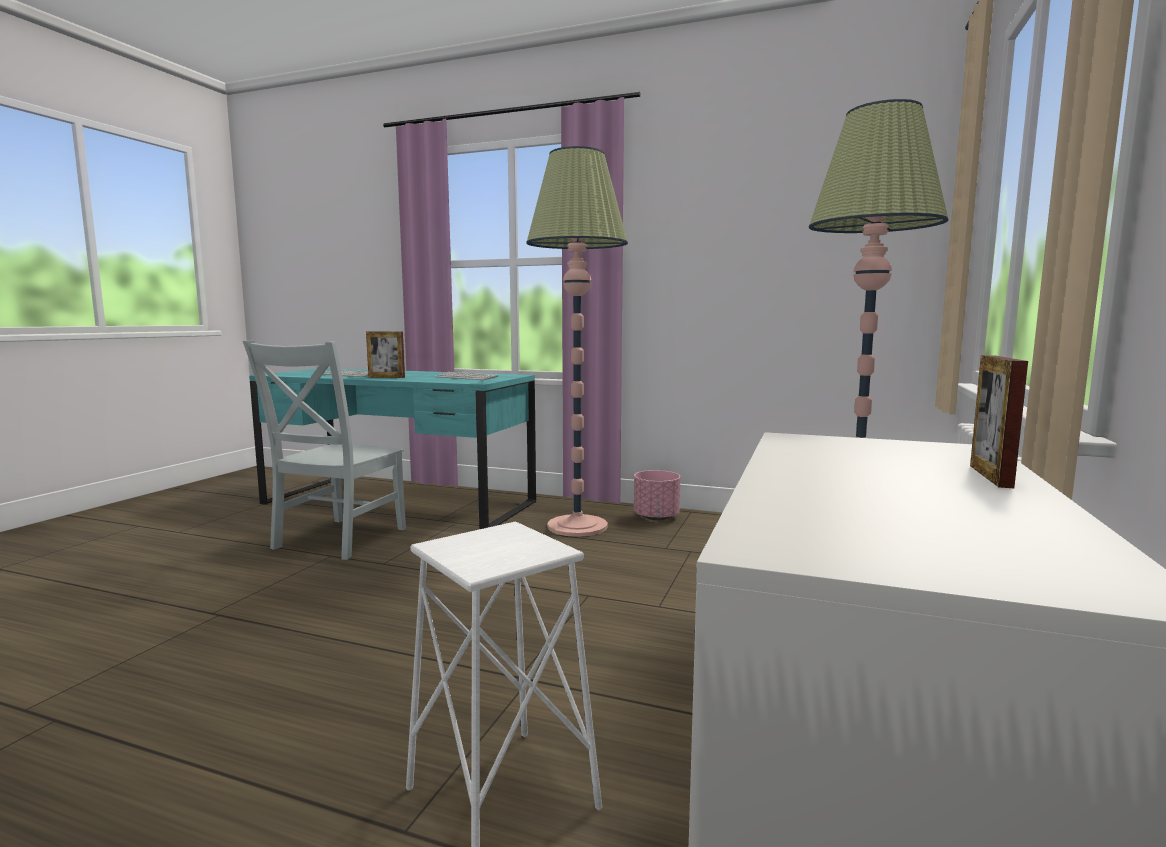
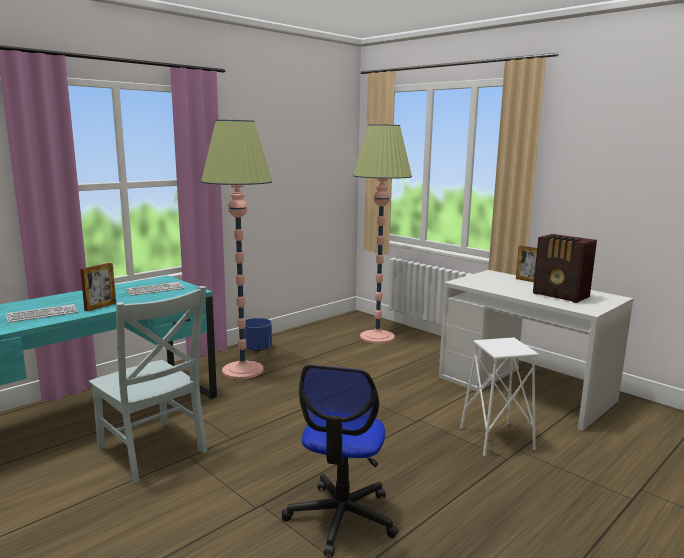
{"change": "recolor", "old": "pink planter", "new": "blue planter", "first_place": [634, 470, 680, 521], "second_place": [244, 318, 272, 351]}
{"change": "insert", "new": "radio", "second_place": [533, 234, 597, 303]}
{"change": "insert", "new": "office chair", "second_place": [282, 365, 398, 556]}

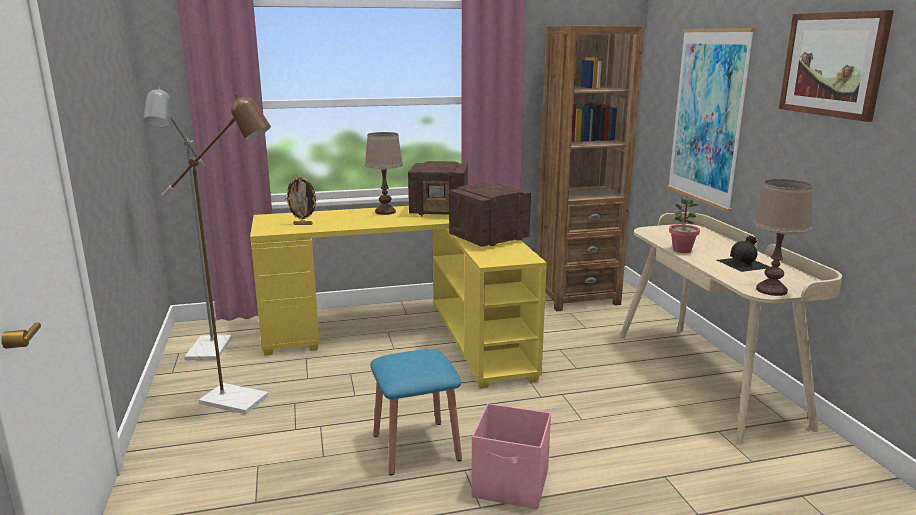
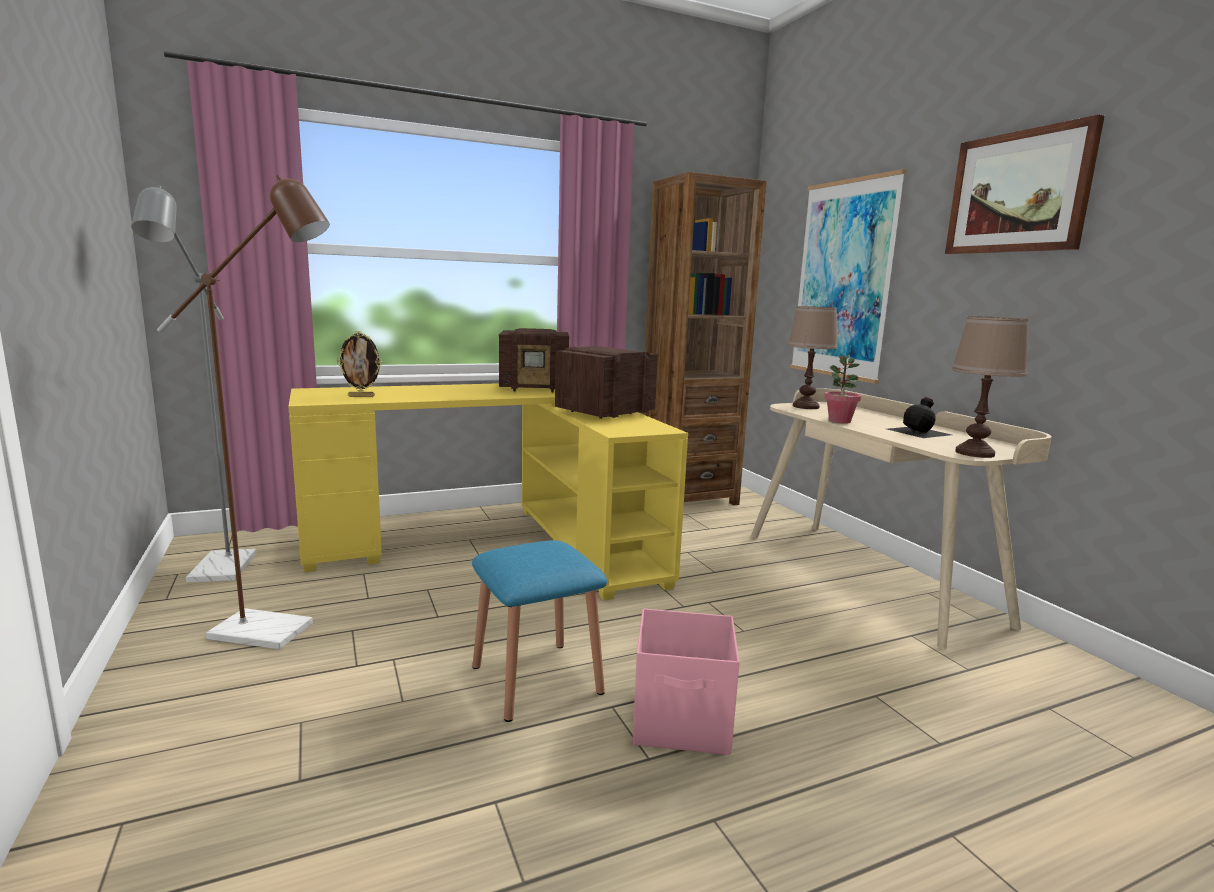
{"change": "move", "old": "brown table lamp", "first_place": [365, 132, 403, 215], "second_place": [787, 306, 838, 409]}

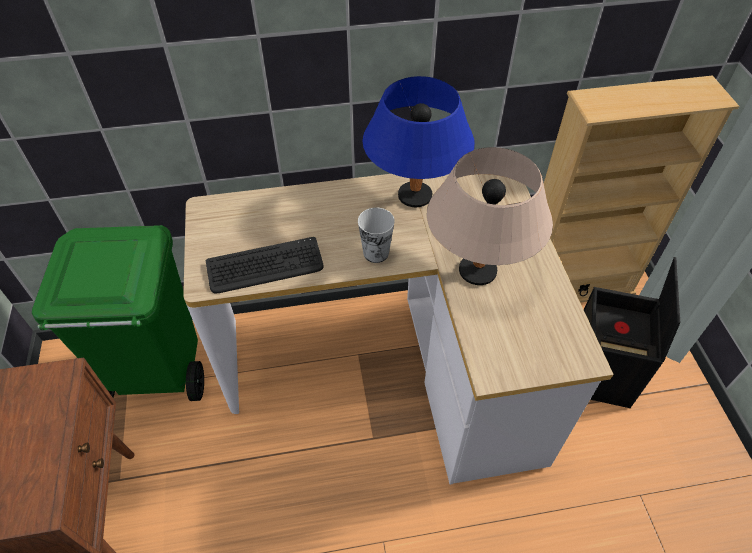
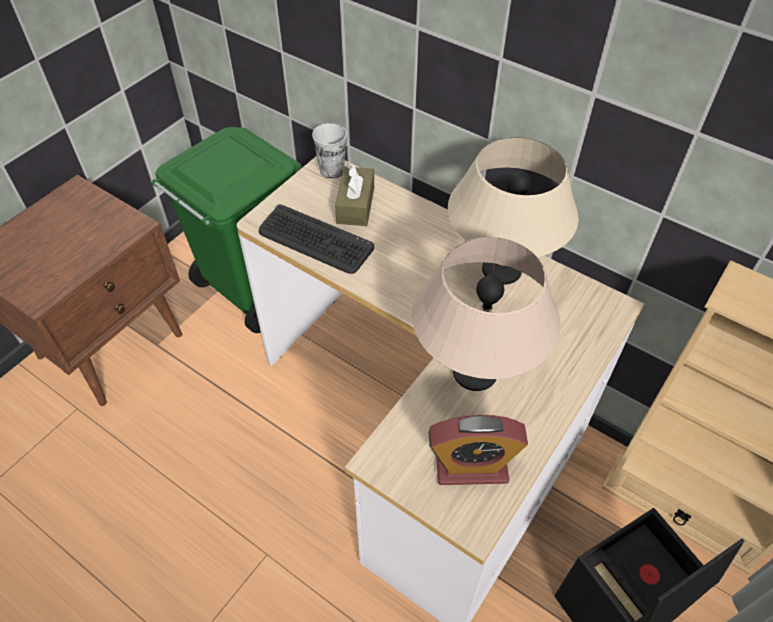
{"change": "recolor", "old": "blue table lamp", "new": "beige table lamp", "first_place": [362, 76, 475, 207], "second_place": [448, 137, 579, 285]}
{"change": "move", "old": "cup", "first_place": [358, 208, 395, 263], "second_place": [312, 123, 347, 179]}
{"change": "insert", "new": "brown tissue box", "second_place": [335, 164, 374, 226]}
{"change": "insert", "new": "alarm clock", "second_place": [429, 415, 528, 485]}

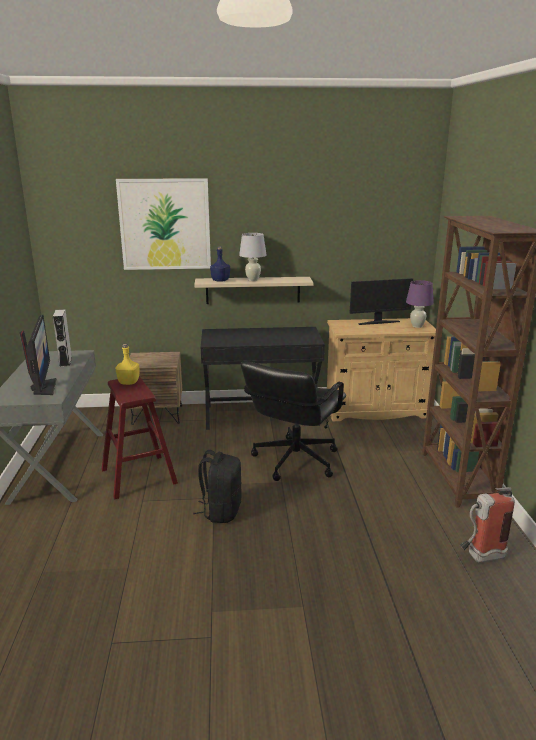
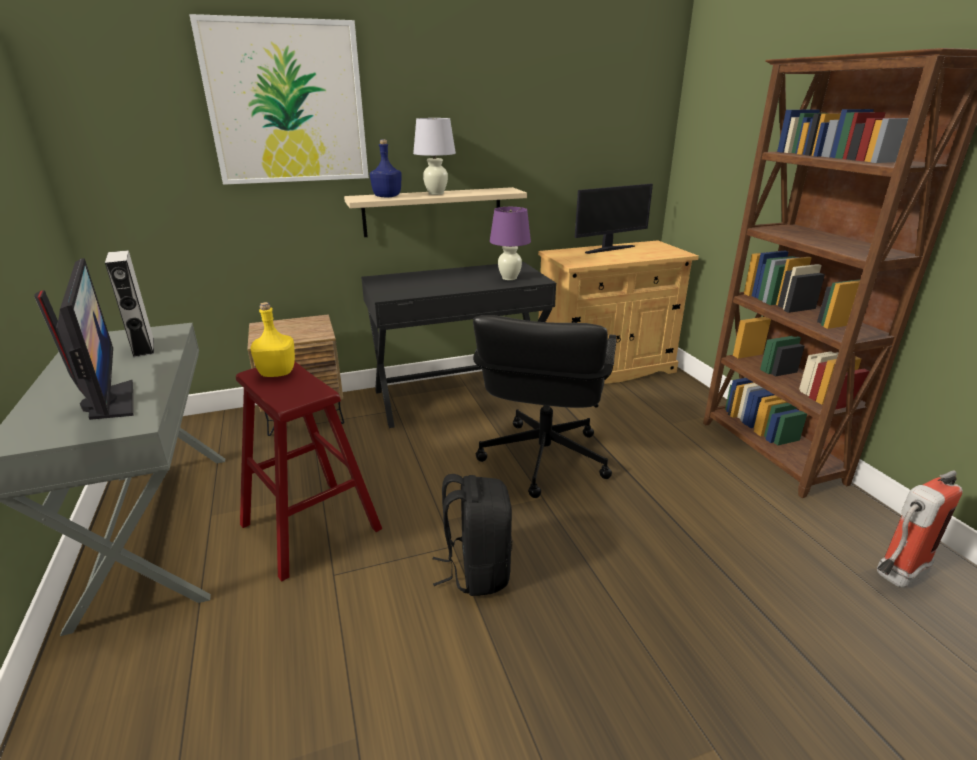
{"change": "move", "old": "purple table lamp", "first_place": [406, 280, 434, 328], "second_place": [490, 207, 531, 280]}

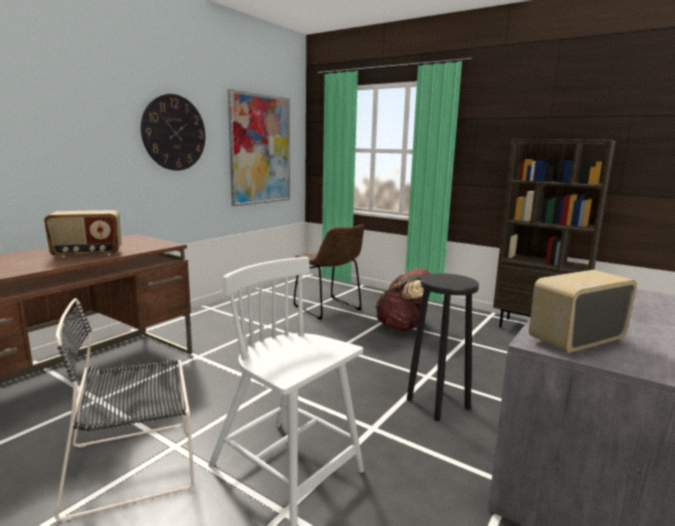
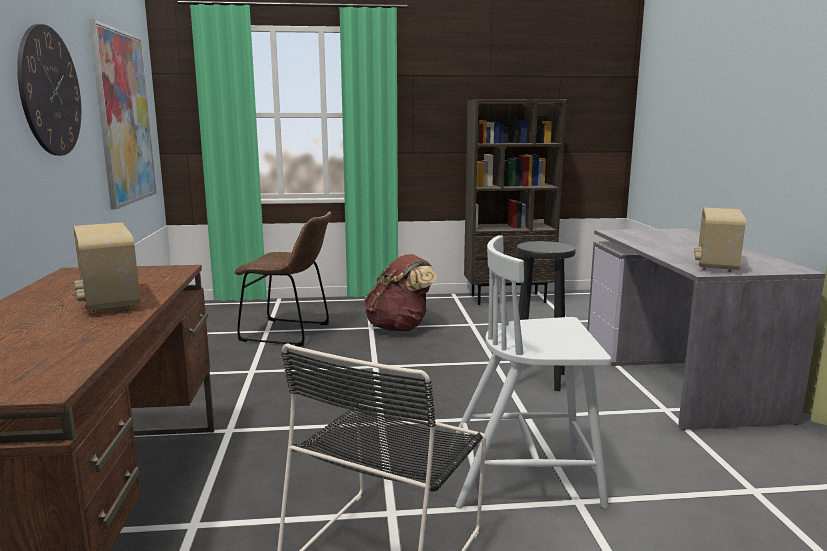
{"change": "rotate", "old": "radio", "first_place": [44, 210, 122, 258], "second_place": [73, 222, 140, 313], "degrees": 120}

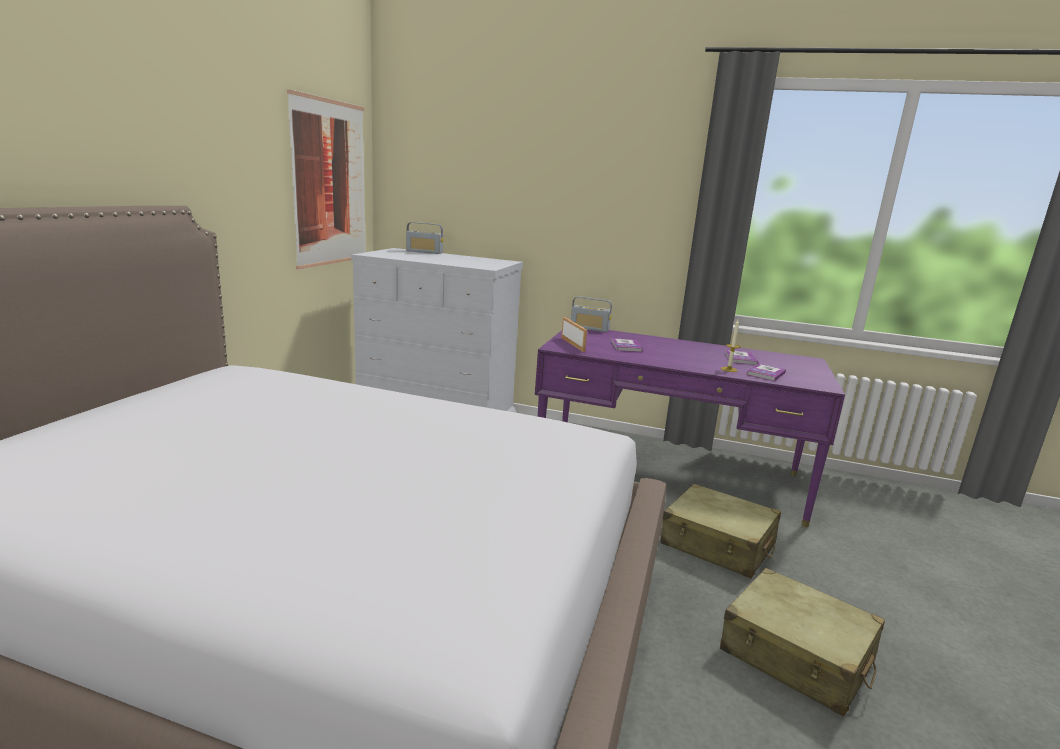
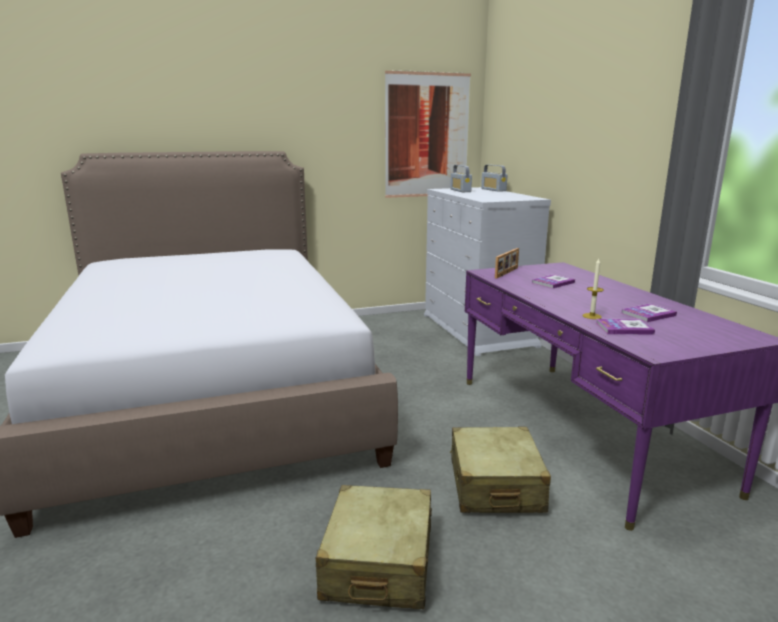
{"change": "move", "old": "radio", "first_place": [571, 296, 612, 332], "second_place": [450, 165, 472, 192]}

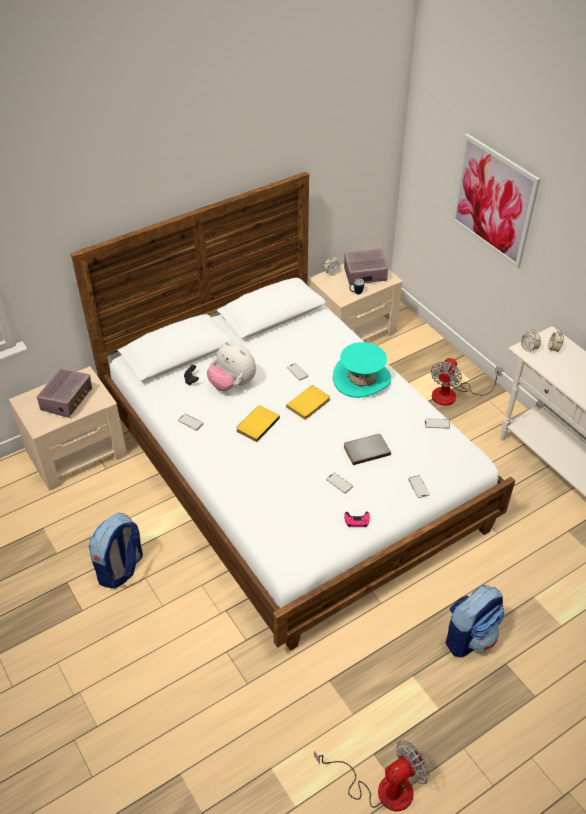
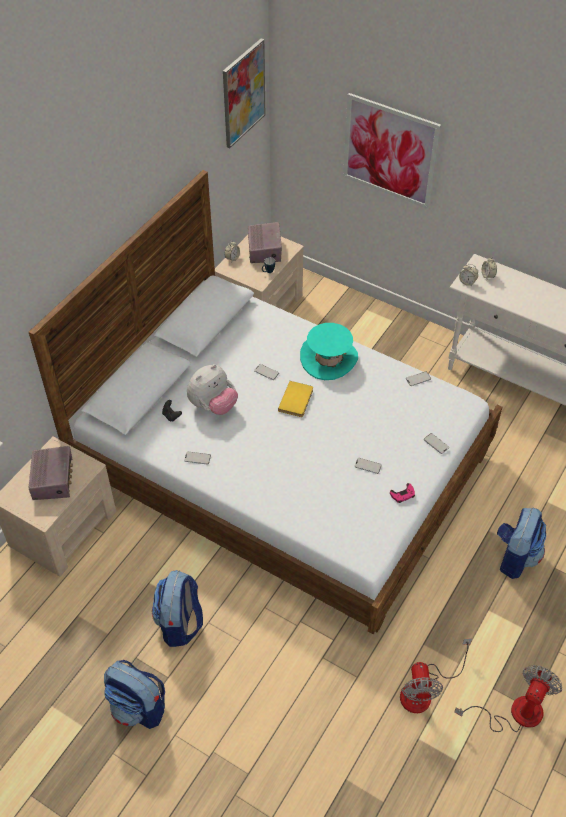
{"change": "rotate", "old": "radio", "first_place": [344, 248, 388, 285], "second_place": [248, 222, 282, 263], "degrees": 120}
{"change": "rotate", "old": "plush toy", "first_place": [207, 341, 256, 391], "second_place": [187, 364, 238, 415], "degrees": -60}
{"change": "move", "old": "fan", "first_place": [430, 358, 502, 405], "second_place": [400, 638, 472, 713]}
{"change": "delete", "old": "yellow book", "first_place": [236, 405, 280, 442]}
{"change": "delete", "old": "grey book", "first_place": [344, 434, 391, 465]}
{"change": "insert", "new": "picture", "second_place": [223, 38, 265, 148]}
{"change": "insert", "new": "backpack", "second_place": [104, 660, 165, 729]}

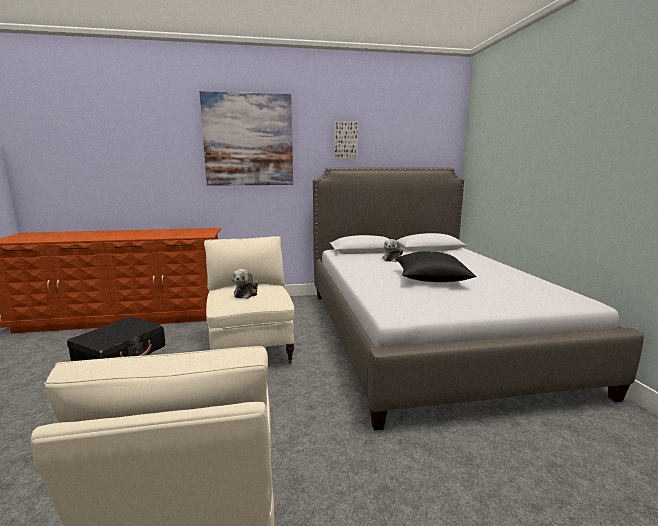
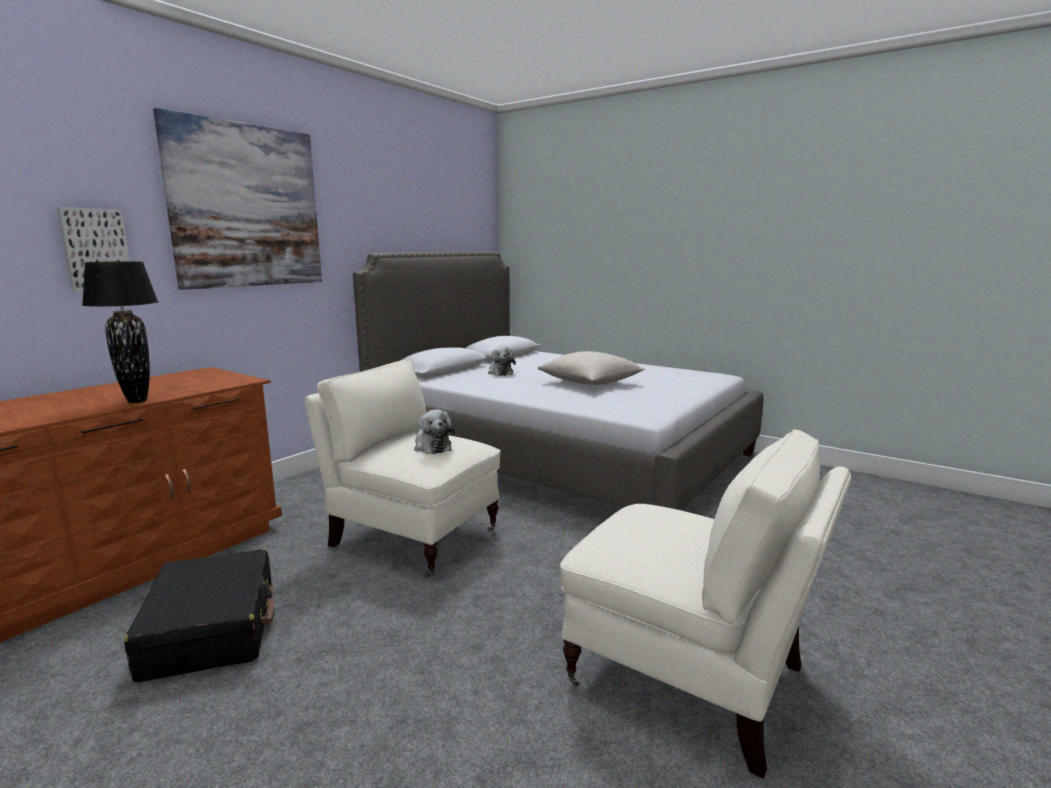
{"change": "move", "old": "picture", "first_place": [334, 121, 358, 159], "second_place": [56, 207, 130, 292]}
{"change": "recolor", "old": "black pillow", "new": "beige pillow", "first_place": [395, 251, 477, 282], "second_place": [537, 351, 645, 385]}
{"change": "insert", "new": "black table lamp", "second_place": [82, 261, 158, 403]}

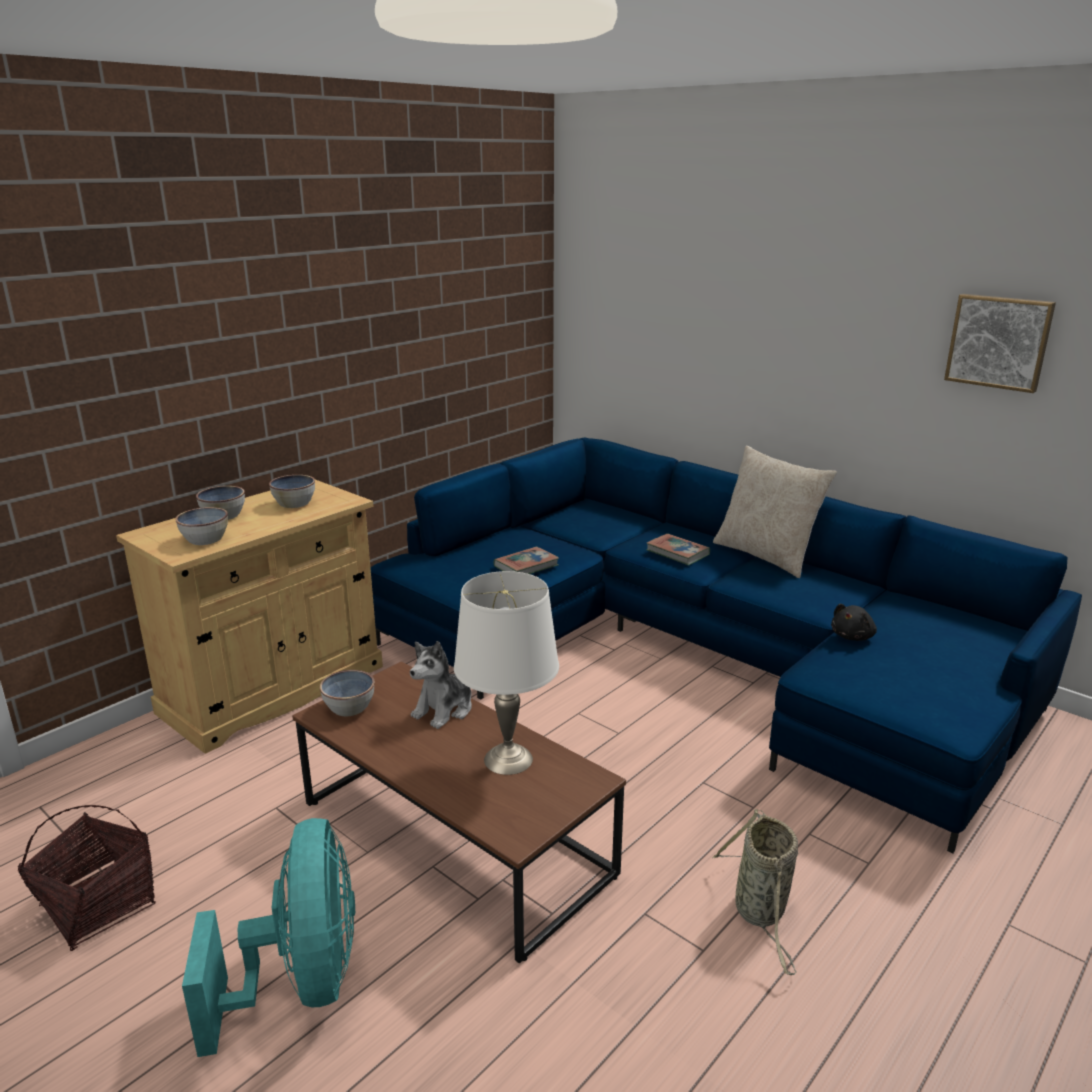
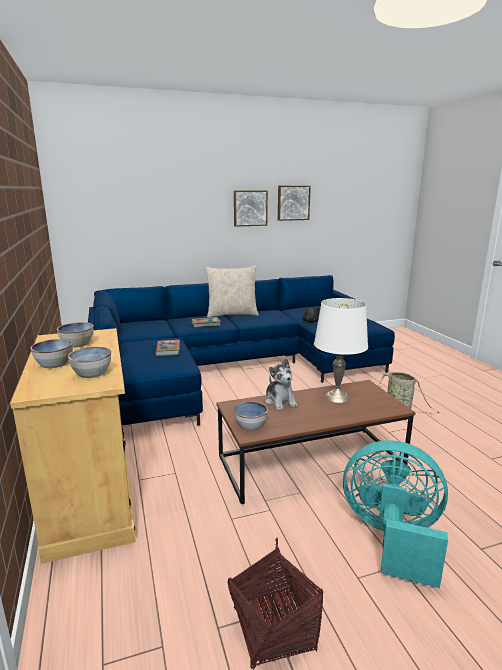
{"change": "insert", "new": "picture", "second_place": [234, 190, 268, 227]}

